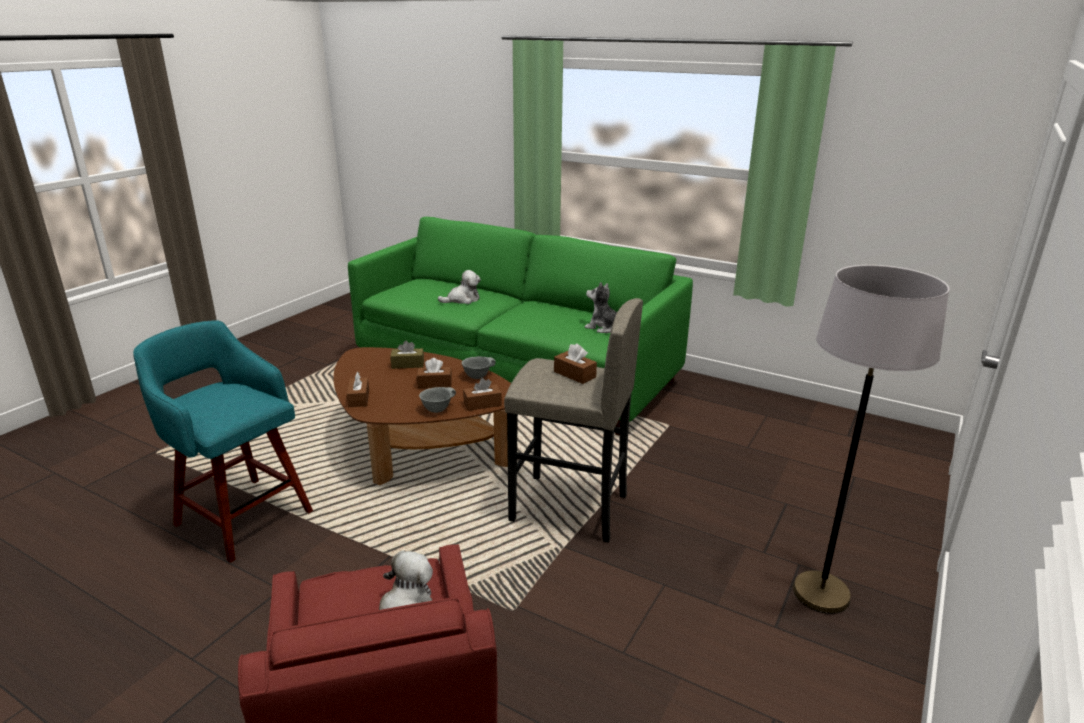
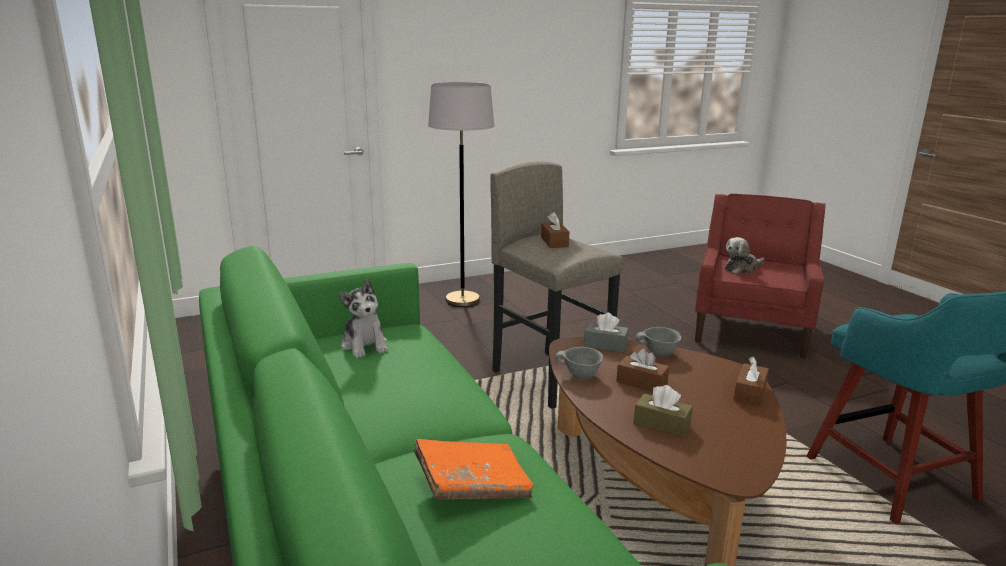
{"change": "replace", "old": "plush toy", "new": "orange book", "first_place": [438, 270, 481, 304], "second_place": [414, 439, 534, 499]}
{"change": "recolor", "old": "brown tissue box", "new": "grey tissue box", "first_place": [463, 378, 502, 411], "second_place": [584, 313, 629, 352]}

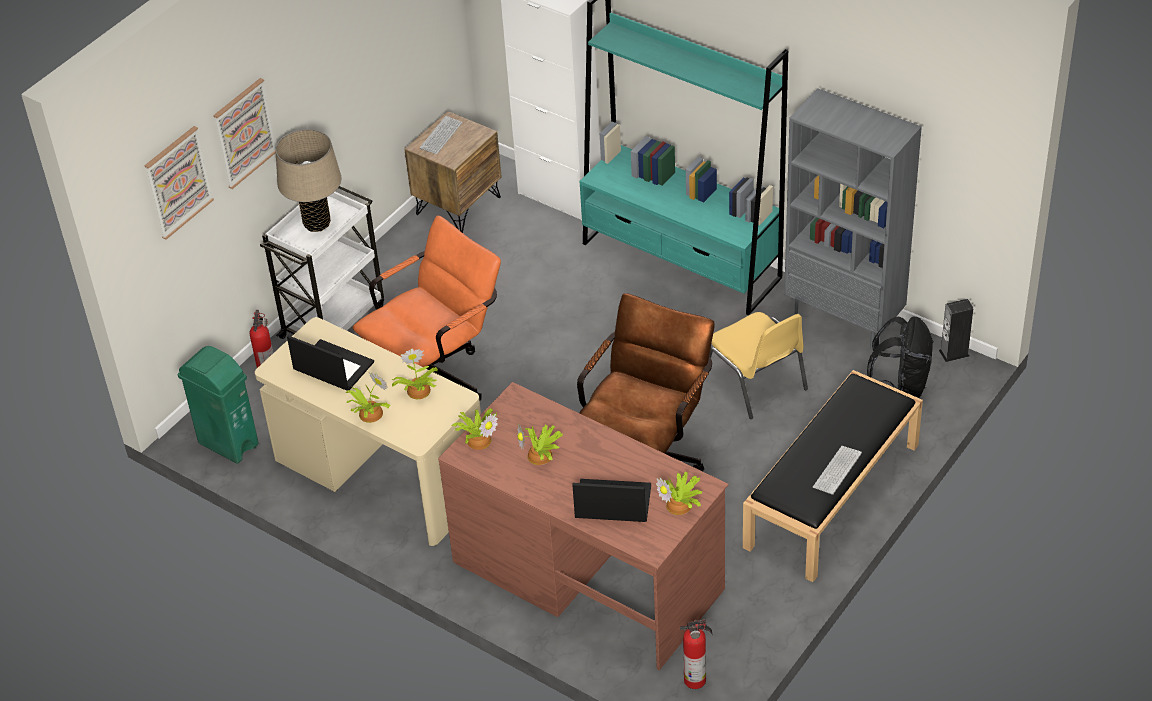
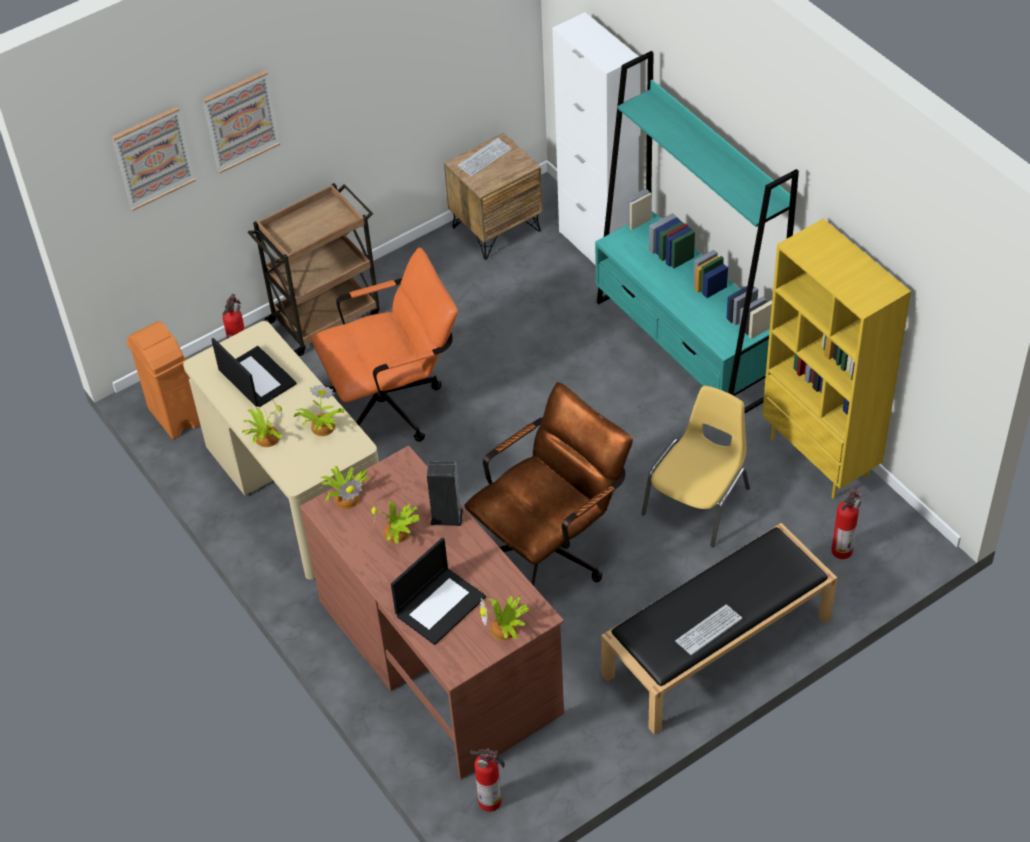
{"change": "recolor", "old": "grey bookcase", "new": "yellow bookcase", "first_place": [784, 88, 922, 349], "second_place": [762, 219, 911, 499]}
{"change": "delete", "old": "beige table lamp", "first_place": [275, 129, 341, 232]}
{"change": "recolor", "old": "white cart", "new": "brown cart", "first_place": [260, 186, 384, 339], "second_place": [248, 183, 380, 356]}
{"change": "move", "old": "speaker", "first_place": [939, 299, 973, 362], "second_place": [427, 462, 463, 526]}
{"change": "rotate", "old": "yellow chair", "first_place": [710, 312, 808, 419], "second_place": [641, 386, 750, 547], "degrees": -135}
{"change": "replace", "old": "black backpack", "new": "fire extinguisher", "first_place": [867, 316, 934, 398], "second_place": [831, 487, 861, 559]}
{"change": "recolor", "old": "green trash can", "new": "orange trash can", "first_place": [178, 346, 259, 464], "second_place": [127, 321, 200, 439]}
{"change": "rotate", "old": "laptop", "first_place": [572, 479, 651, 522], "second_place": [391, 537, 486, 645], "degrees": 105}

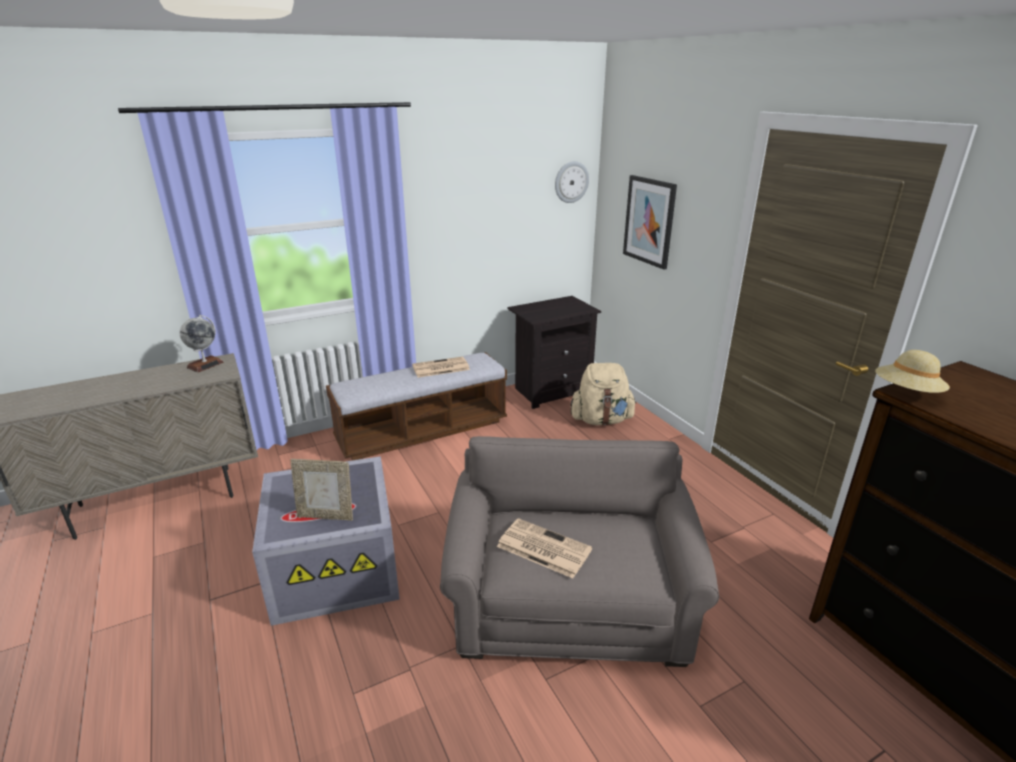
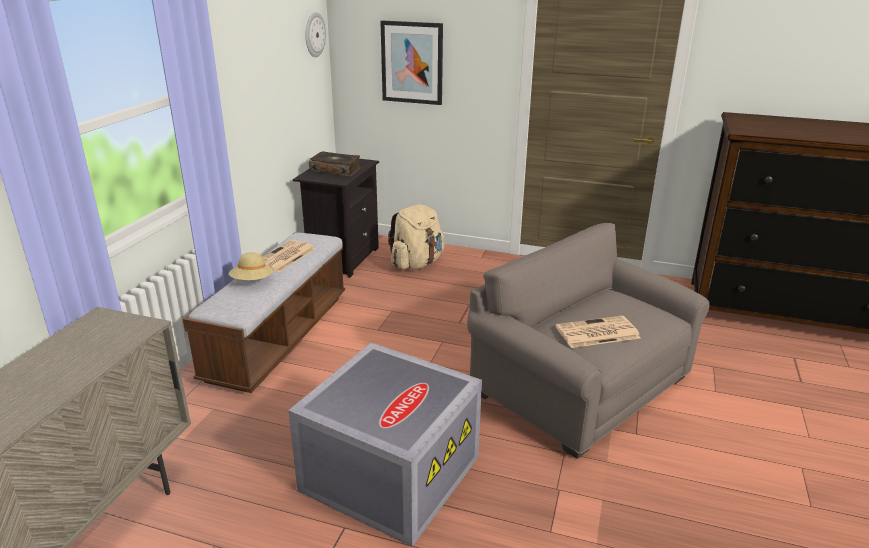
{"change": "delete", "old": "globe", "first_place": [180, 315, 224, 373]}
{"change": "move", "old": "beige hat", "first_place": [875, 350, 950, 393], "second_place": [229, 252, 273, 280]}
{"change": "delete", "old": "picture frame", "first_place": [290, 459, 353, 521]}
{"change": "insert", "new": "book", "second_place": [309, 151, 361, 177]}

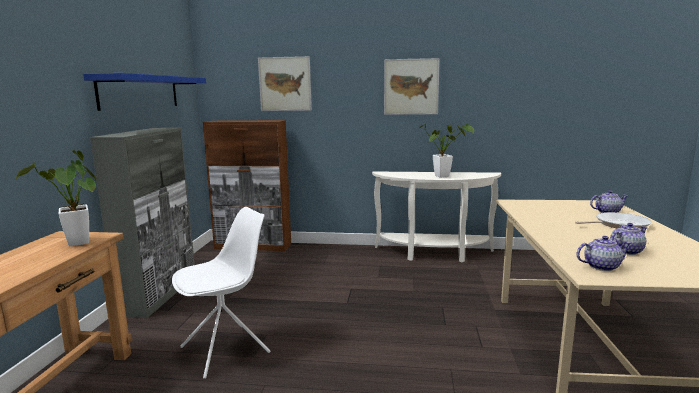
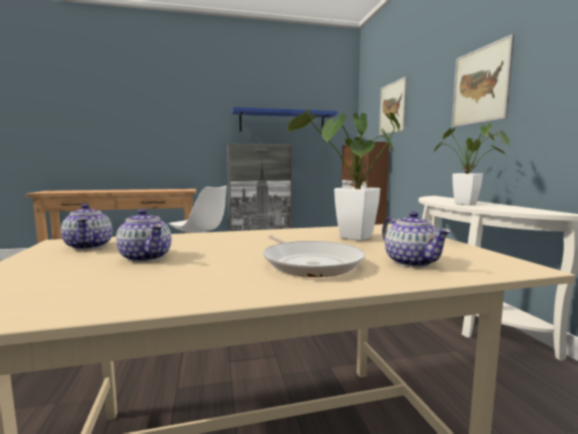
{"change": "move", "old": "potted plant", "first_place": [16, 150, 96, 247], "second_place": [287, 109, 400, 241]}

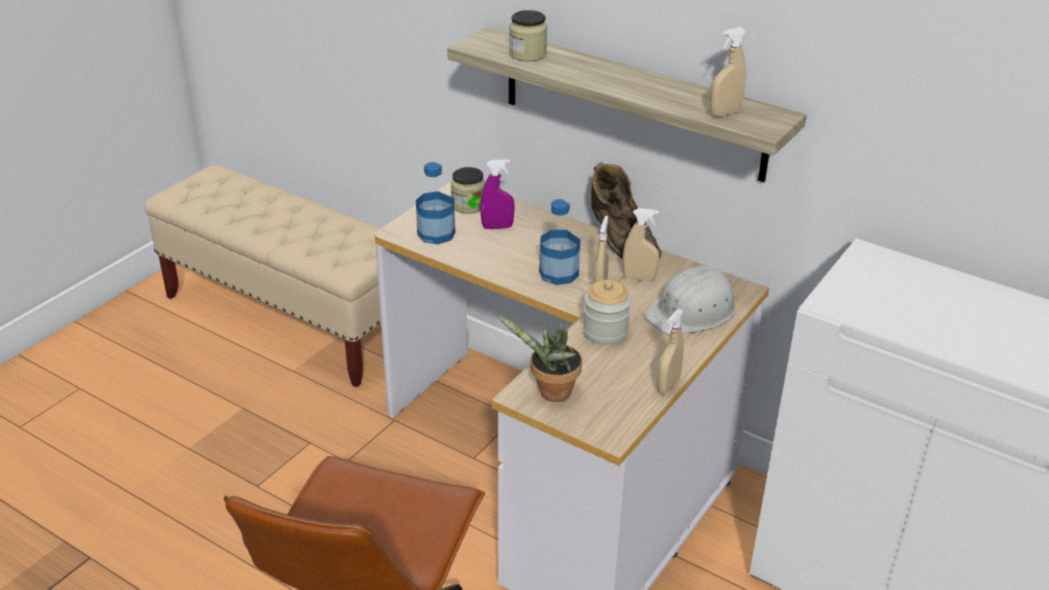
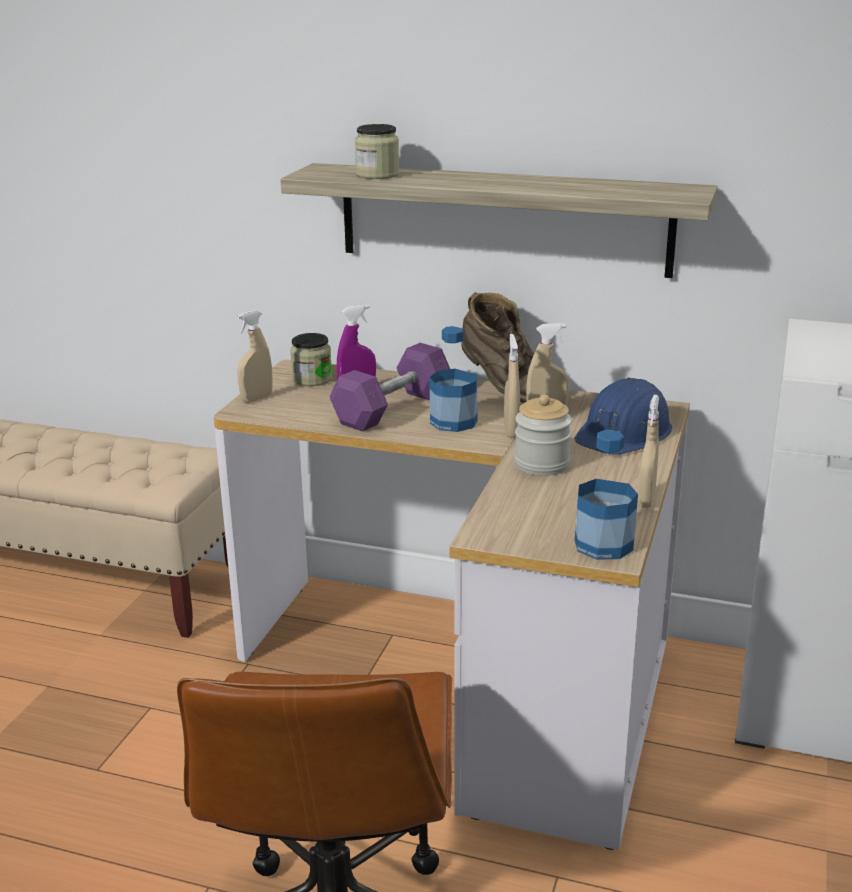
{"change": "move", "old": "beige spray bottle", "first_place": [710, 27, 746, 117], "second_place": [237, 310, 272, 403]}
{"change": "move", "old": "bottle", "first_place": [416, 162, 455, 244], "second_place": [574, 430, 638, 560]}
{"change": "recolor", "old": "white hard hat", "new": "blue hard hat", "first_place": [644, 266, 736, 335], "second_place": [574, 377, 672, 455]}
{"change": "delete", "old": "potted plant", "first_place": [497, 315, 582, 402]}
{"change": "insert", "new": "purple dumbbell", "second_place": [329, 343, 450, 432]}

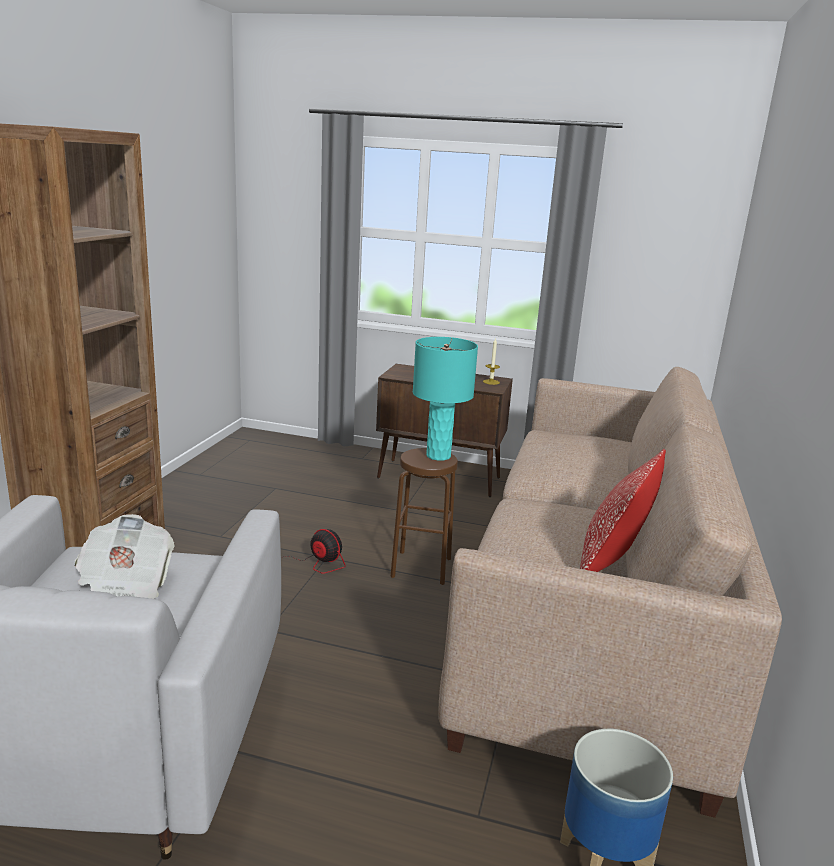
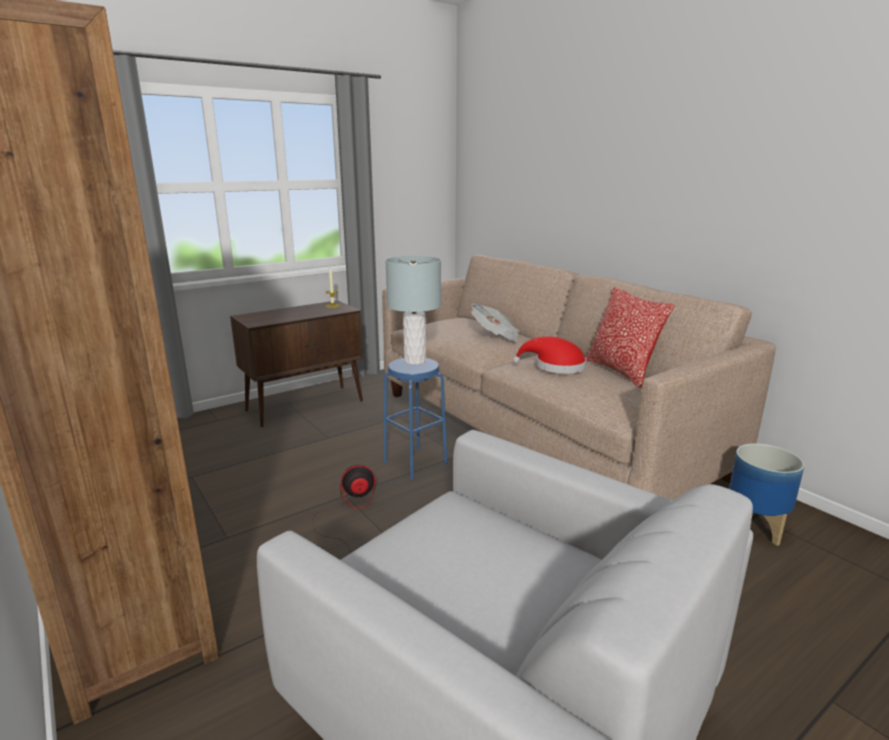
{"change": "recolor", "old": "turquoise table lamp", "new": "grey table lamp", "first_place": [413, 337, 478, 461], "second_place": [385, 256, 441, 365]}
{"change": "recolor", "old": "brown stool", "new": "blue stool", "first_place": [390, 448, 458, 585], "second_place": [384, 358, 447, 480]}
{"change": "move", "old": "newspaper", "first_place": [75, 514, 175, 599], "second_place": [471, 304, 520, 341]}
{"change": "insert", "new": "red hat", "second_place": [513, 336, 587, 374]}

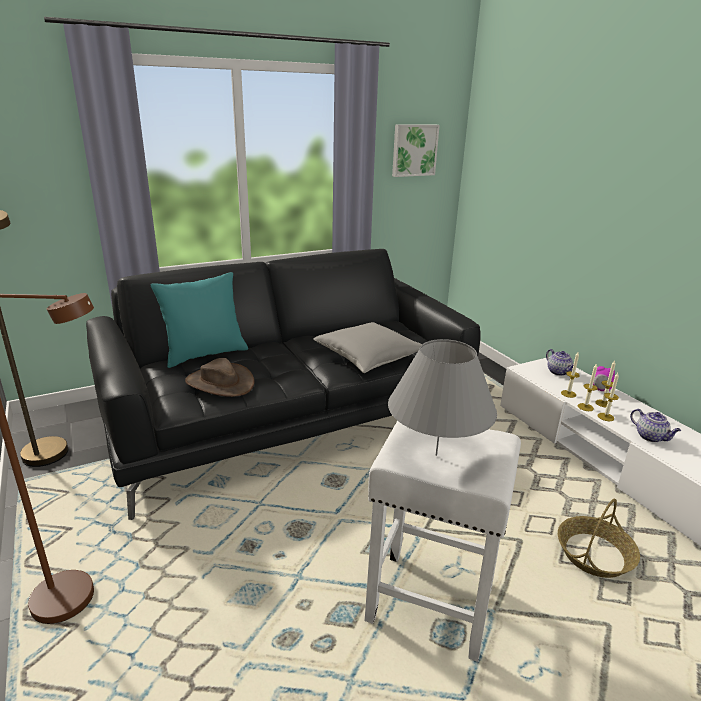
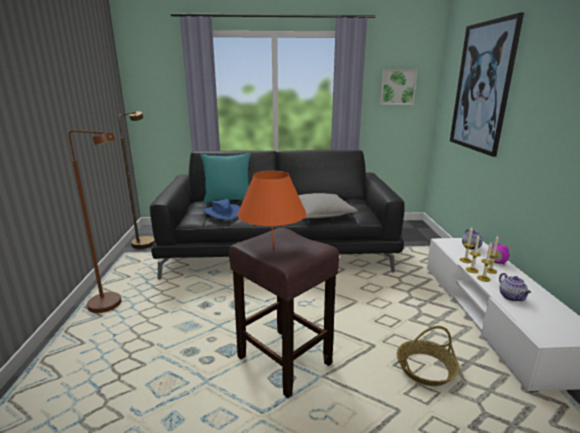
{"change": "recolor", "old": "grey table lamp", "new": "orange table lamp", "first_place": [388, 339, 497, 456], "second_place": [237, 171, 306, 248]}
{"change": "recolor", "old": "brown hat", "new": "blue hat", "first_place": [185, 358, 255, 397], "second_place": [203, 199, 240, 220]}
{"change": "recolor", "old": "white stool", "new": "brown stool", "first_place": [364, 421, 521, 662], "second_place": [229, 227, 339, 398]}
{"change": "insert", "new": "picture", "second_place": [450, 12, 524, 157]}

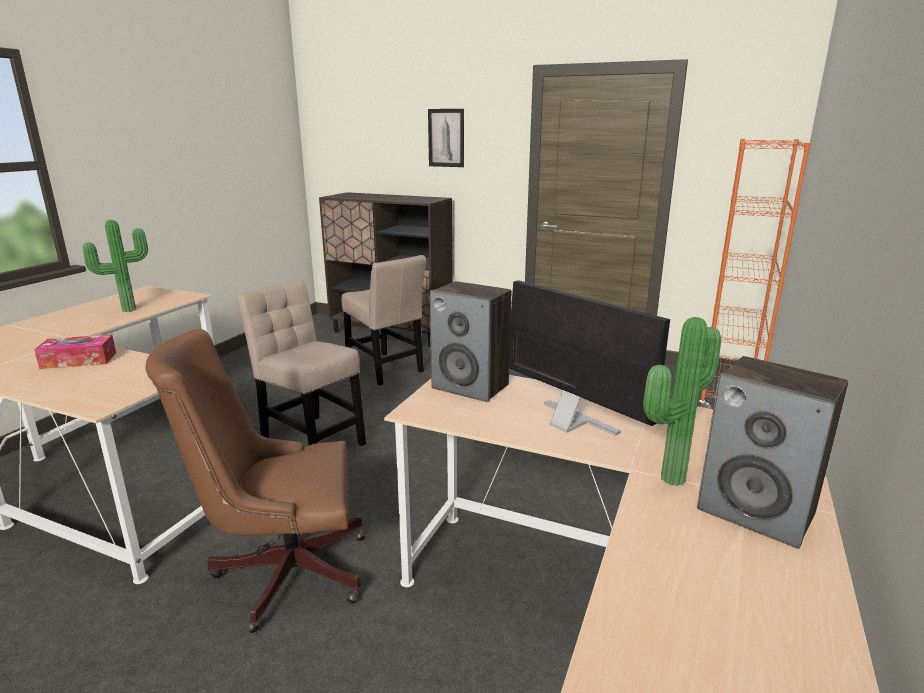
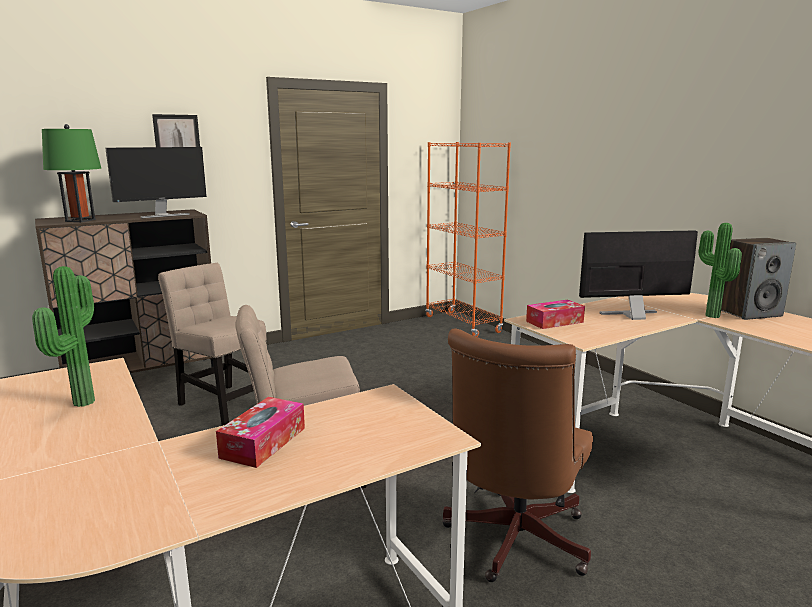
{"change": "rotate", "old": "beige chair", "first_place": [342, 255, 426, 385], "second_place": [158, 263, 267, 426], "degrees": -135}
{"change": "replace", "old": "speaker", "new": "tissue box", "first_place": [430, 281, 511, 402], "second_place": [526, 300, 585, 329]}
{"change": "insert", "new": "green table lamp", "second_place": [42, 124, 101, 222]}
{"change": "insert", "new": "monitor", "second_place": [105, 147, 207, 218]}

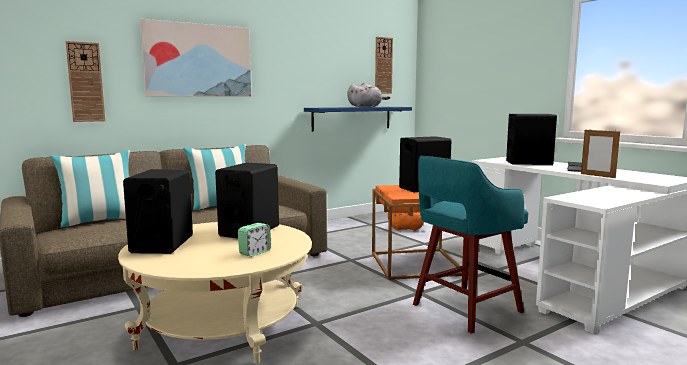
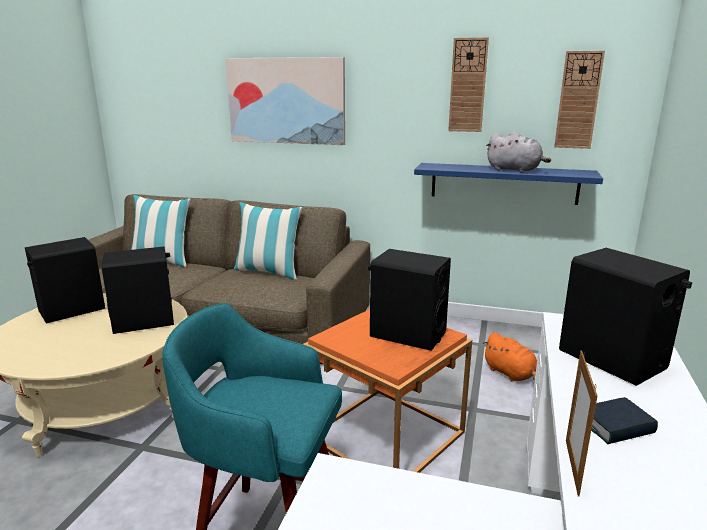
{"change": "move", "old": "wall clock", "first_place": [65, 41, 105, 122], "second_place": [448, 37, 489, 132]}
{"change": "delete", "old": "alarm clock", "first_place": [238, 223, 271, 257]}

